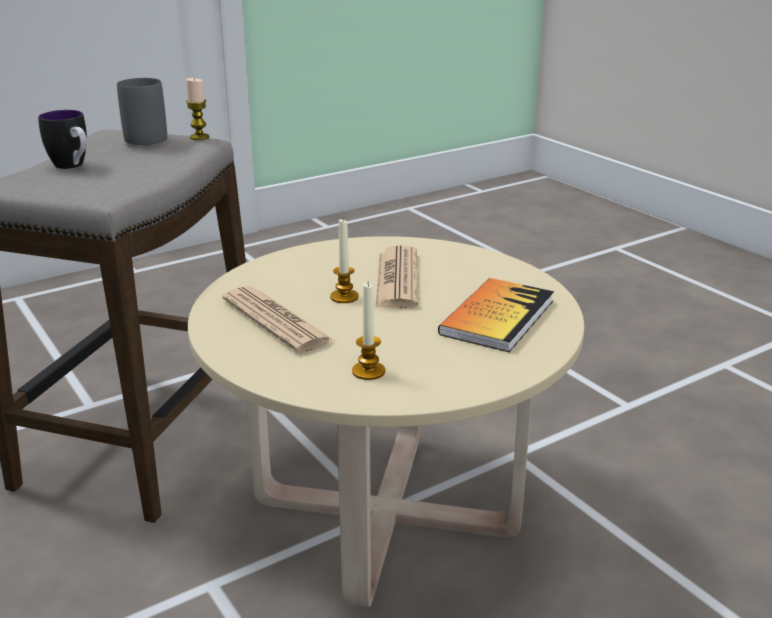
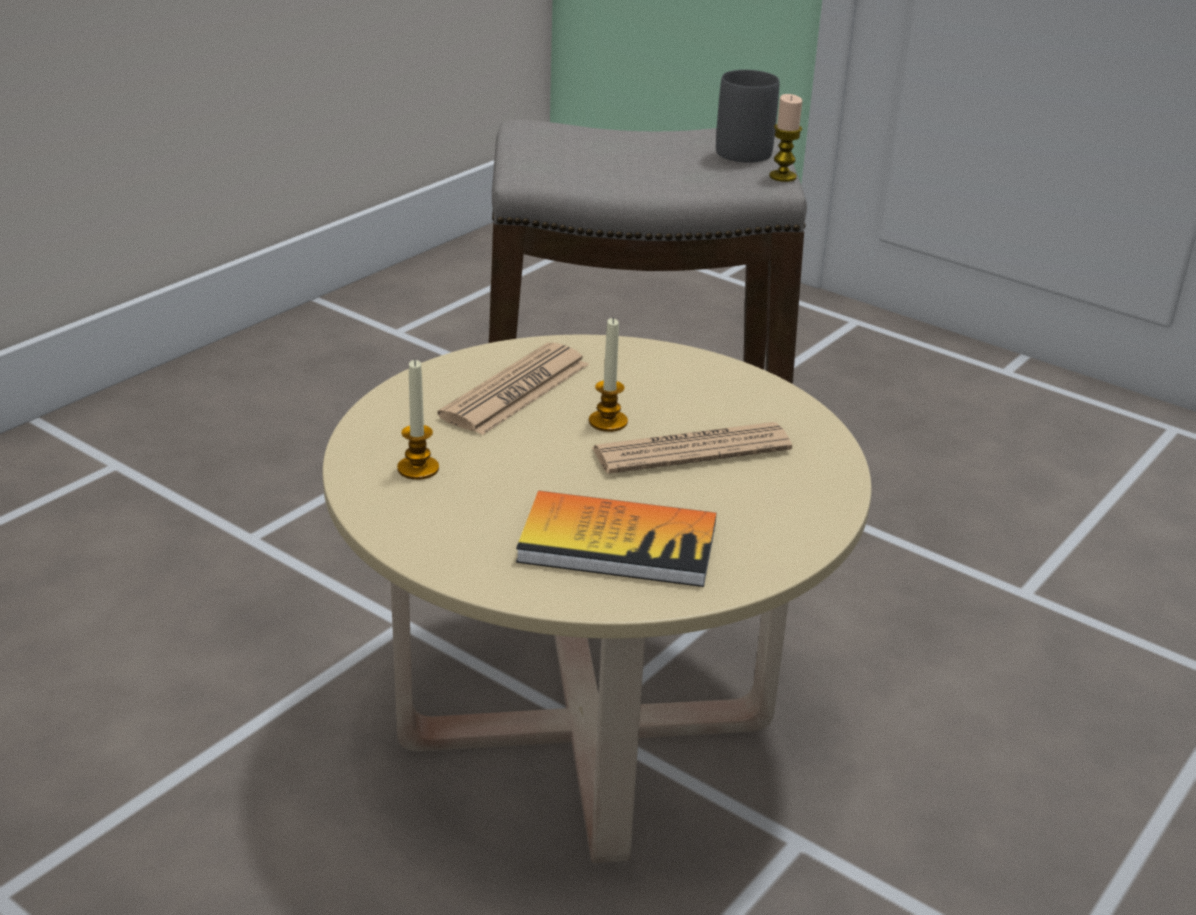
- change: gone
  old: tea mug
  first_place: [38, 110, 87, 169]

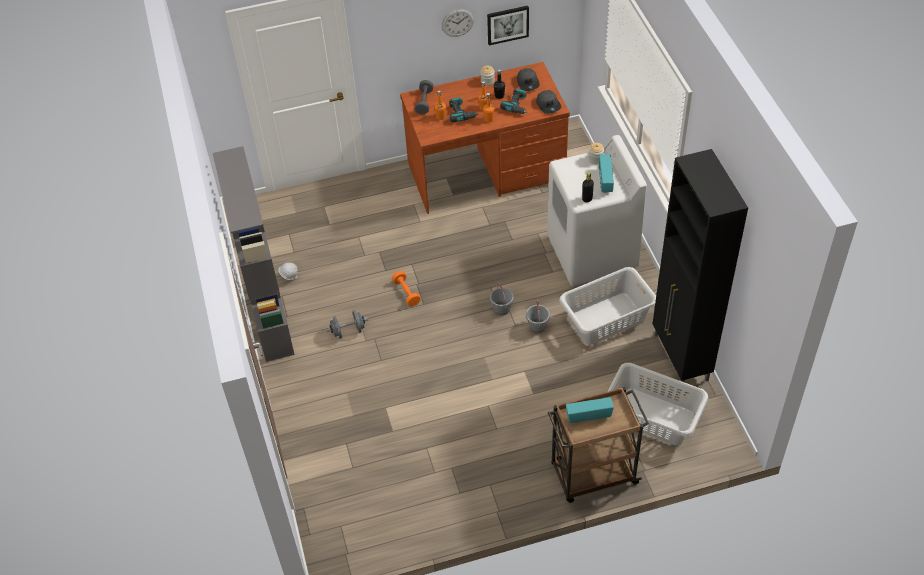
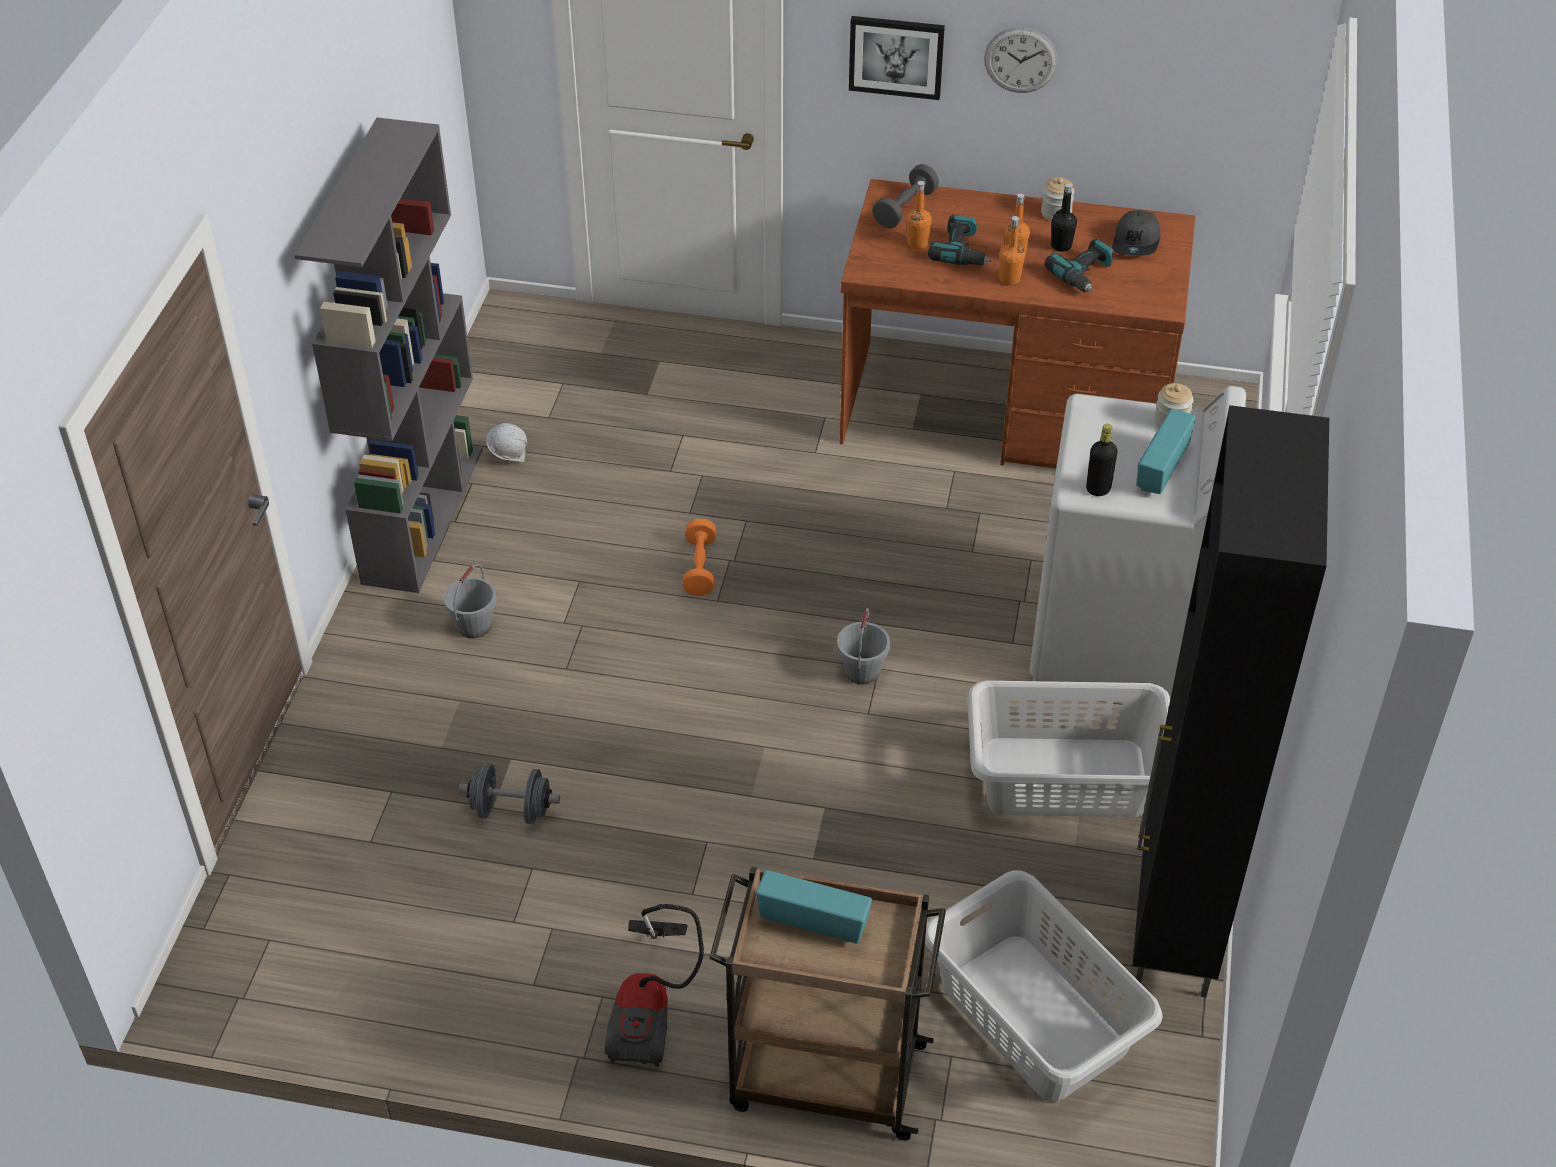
- change: shifted
  old: grey pail
  first_place: [526, 299, 550, 333]
  second_place: [443, 564, 497, 638]
- change: shifted
  old: grey hand weight
  first_place: [326, 310, 368, 339]
  second_place: [459, 764, 560, 824]
- change: new
  new: vacuum cleaner
  second_place: [604, 904, 704, 1067]
- change: shifted
  old: wall art
  first_place: [487, 6, 529, 45]
  second_place: [849, 16, 945, 100]
- change: gone
  old: grey cap
  first_place: [536, 90, 561, 114]

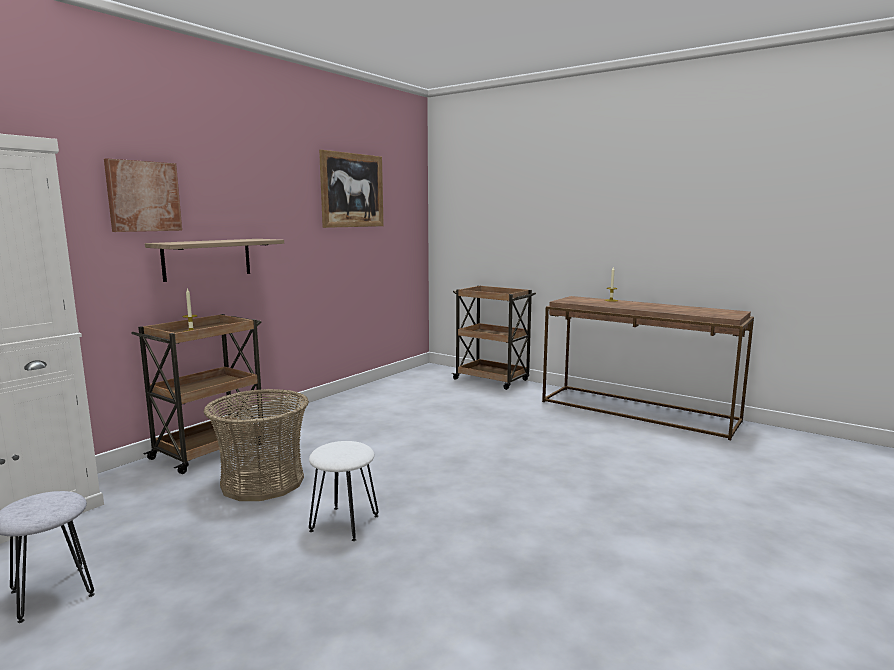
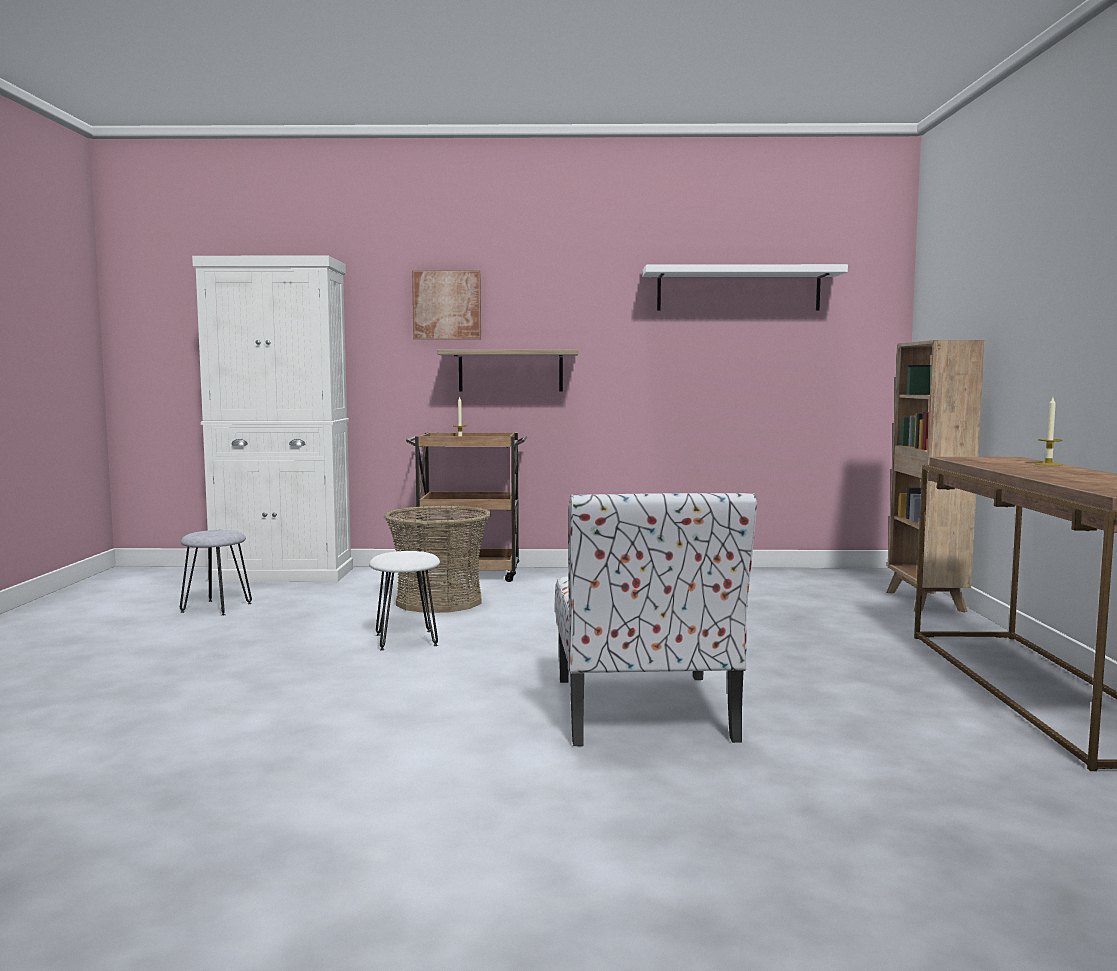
- change: new
  new: upright chair
  second_place: [555, 493, 757, 746]
- change: swapped
  old: wall art
  new: white-coloured shelf
  first_place: [319, 150, 384, 228]
  second_place: [642, 264, 848, 311]
- change: swapped
  old: brown cart
  new: brown bookshelf
  first_place: [451, 285, 536, 390]
  second_place: [886, 340, 985, 612]

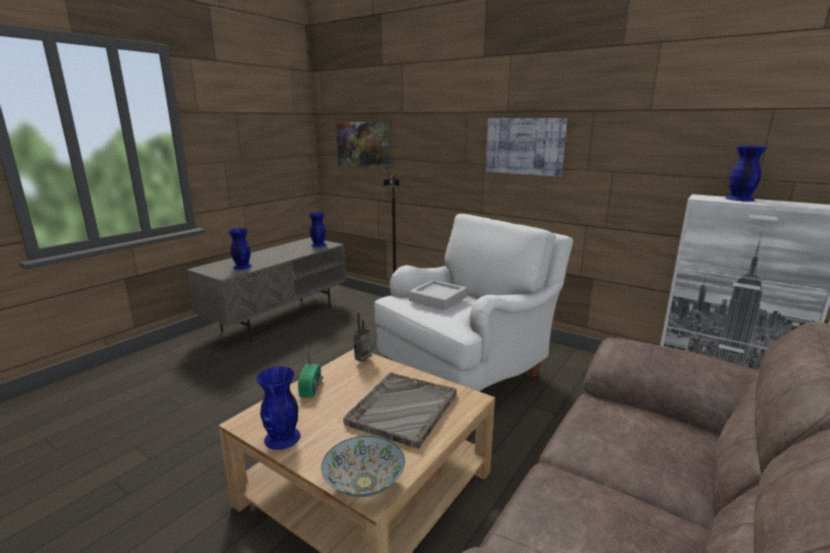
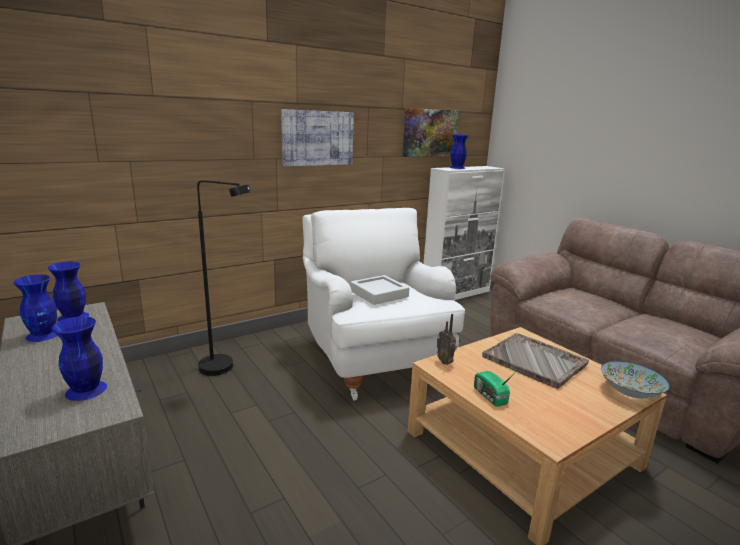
- change: shifted
  old: blue flower vase
  first_place: [257, 367, 301, 450]
  second_place: [13, 274, 58, 342]
- change: shifted
  old: wall art
  first_place: [336, 122, 389, 169]
  second_place: [402, 108, 459, 157]
- change: rotated
  old: radio receiver
  first_place: [298, 347, 323, 397]
  second_place: [474, 371, 516, 407]
  degrees: -135

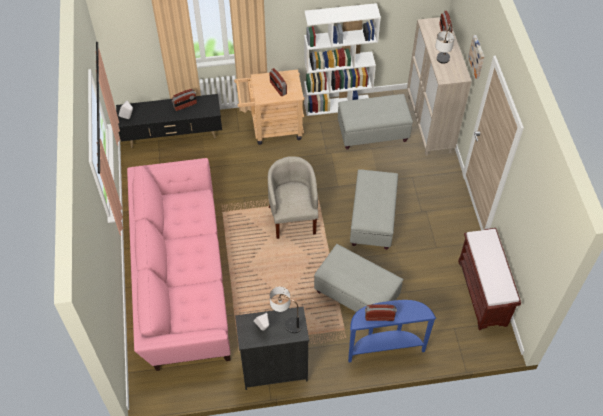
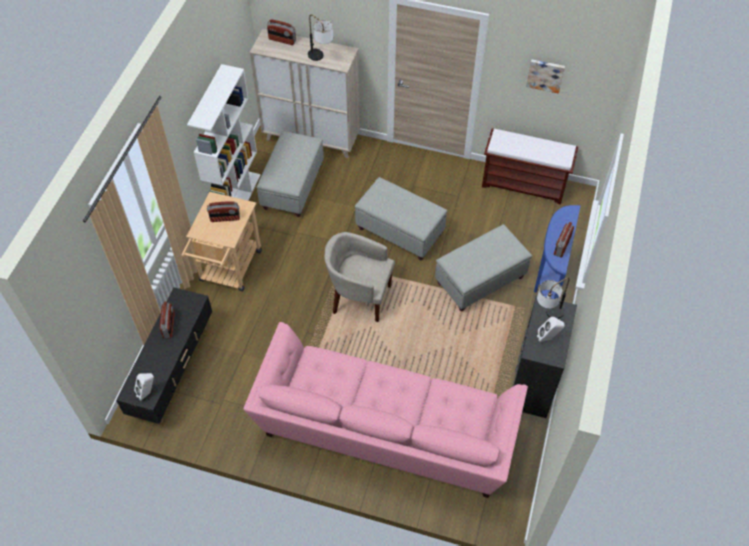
- change: shifted
  old: wall art
  first_place: [468, 35, 484, 79]
  second_place: [526, 59, 565, 94]

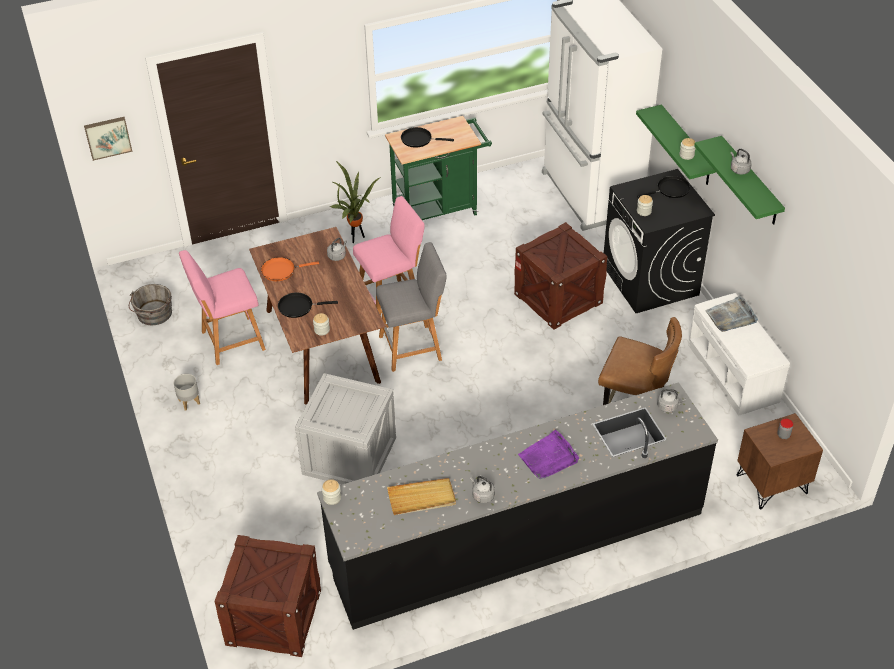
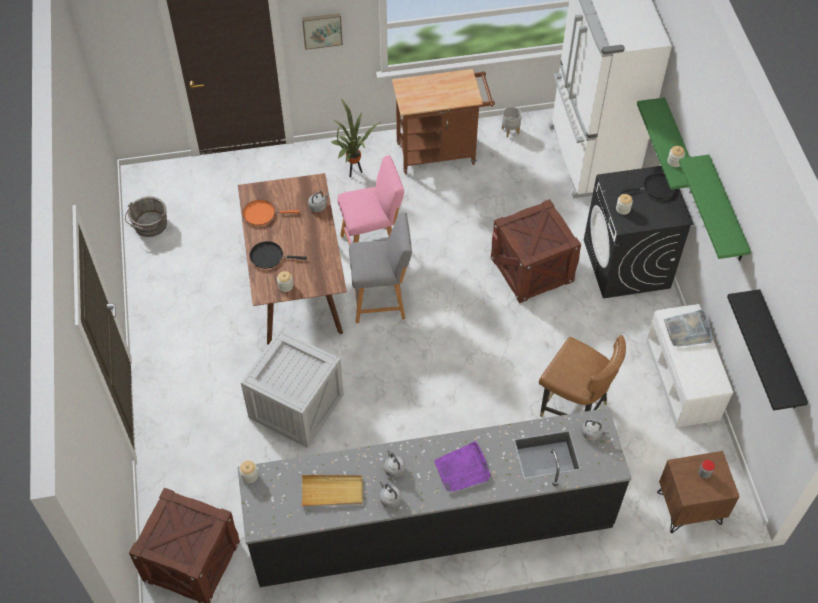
- change: shifted
  old: wall art
  first_place: [84, 117, 132, 161]
  second_place: [302, 13, 343, 50]
- change: shifted
  old: grey tea kettle
  first_place: [730, 149, 752, 175]
  second_place: [384, 449, 406, 478]
- change: repainted
  old: greenish cart
  new: brown cart
  first_place: [385, 116, 492, 220]
  second_place: [392, 69, 495, 174]
- change: shifted
  old: grey plant pot
  first_place: [174, 374, 200, 410]
  second_place: [502, 107, 522, 138]
- change: new
  new: black-coloured shelf
  second_place: [727, 289, 808, 411]
- change: gone
  old: pinkish sitting stool
  first_place: [179, 250, 266, 365]
- change: gone
  old: black-coloured pan
  first_place: [401, 127, 454, 148]

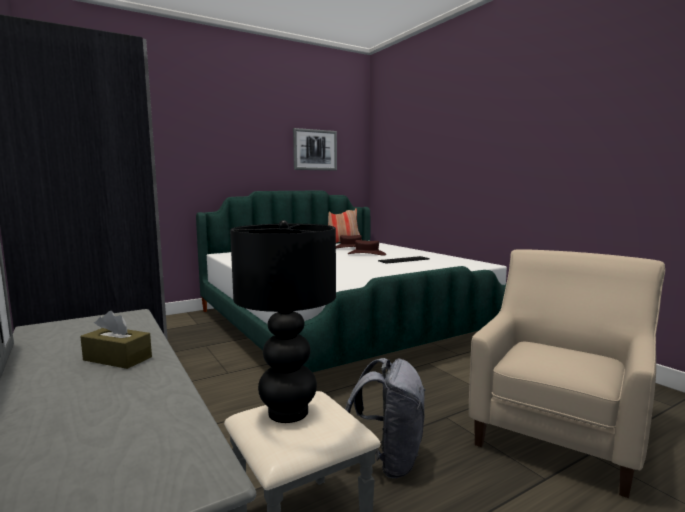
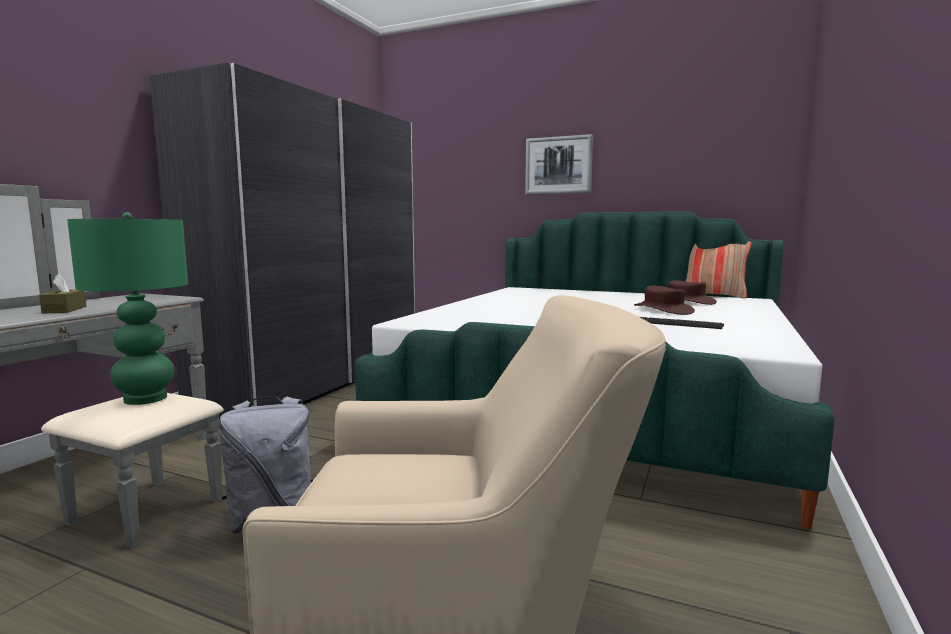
- change: repainted
  old: black-coloured tabletop lamp
  new: greenish tabletop lamp
  first_place: [230, 220, 336, 423]
  second_place: [67, 212, 188, 405]
- change: shifted
  old: wall art
  first_place: [293, 128, 337, 171]
  second_place: [525, 134, 593, 195]

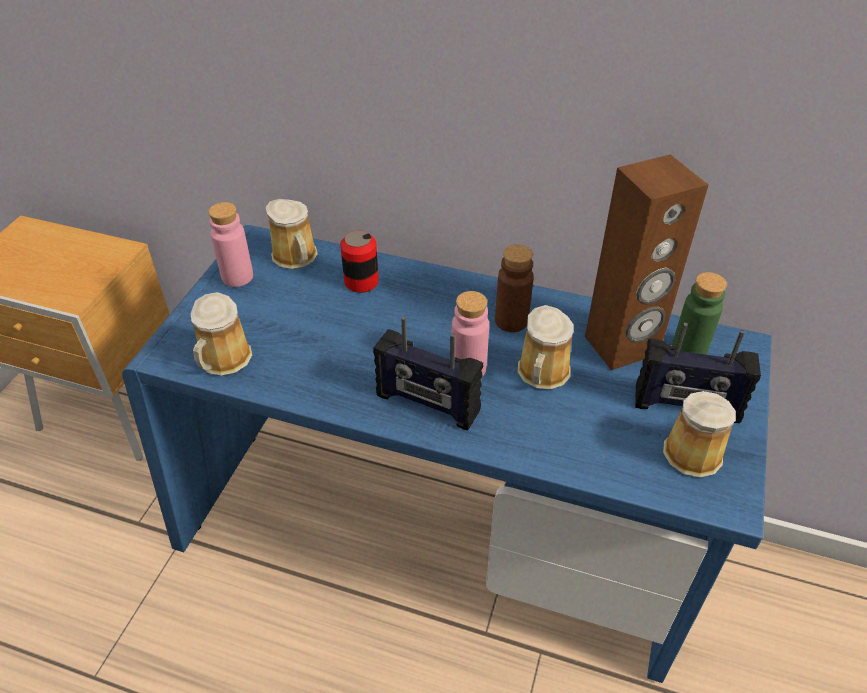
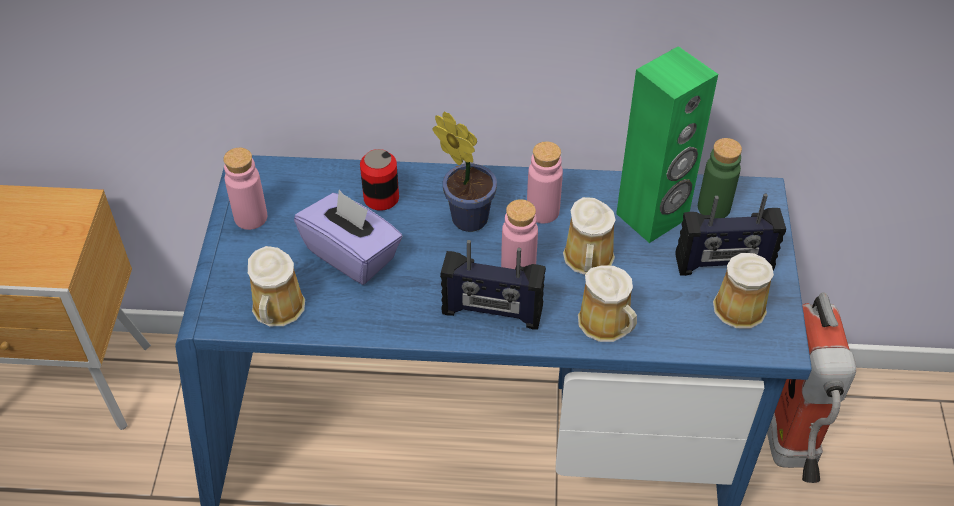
- change: new
  new: purplish tissue holder
  second_place: [294, 190, 402, 285]
- change: new
  new: potted plant
  second_place: [432, 111, 497, 232]
- change: repainted
  old: brown bottle
  new: pinkish bottle
  first_place: [495, 244, 534, 332]
  second_place: [527, 141, 563, 223]
- change: shifted
  old: tea mug
  first_place: [266, 199, 318, 269]
  second_place: [578, 265, 637, 342]
- change: repainted
  old: brown loudspeaker
  new: greenish loudspeaker
  first_place: [585, 154, 708, 370]
  second_place: [616, 46, 718, 243]
- change: new
  new: extinguisher
  second_place: [767, 292, 856, 483]

